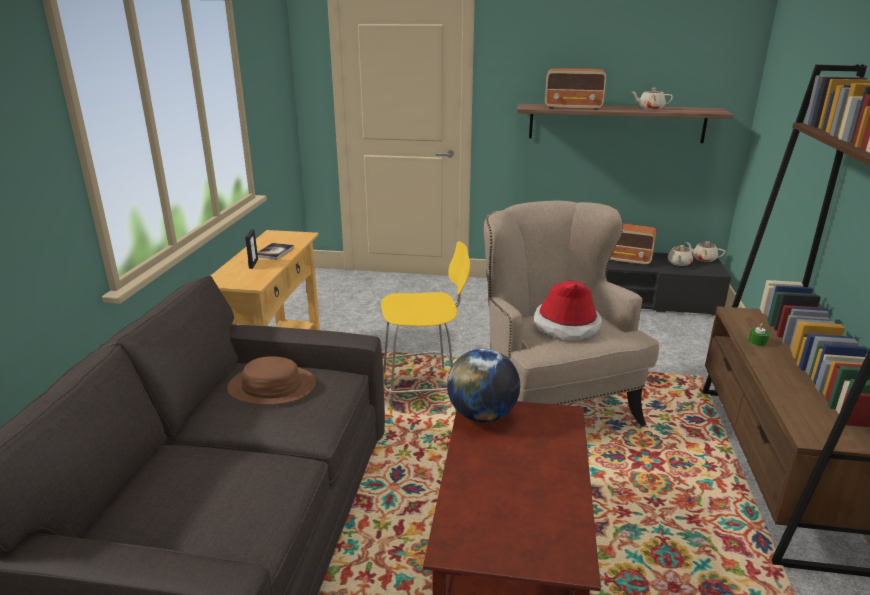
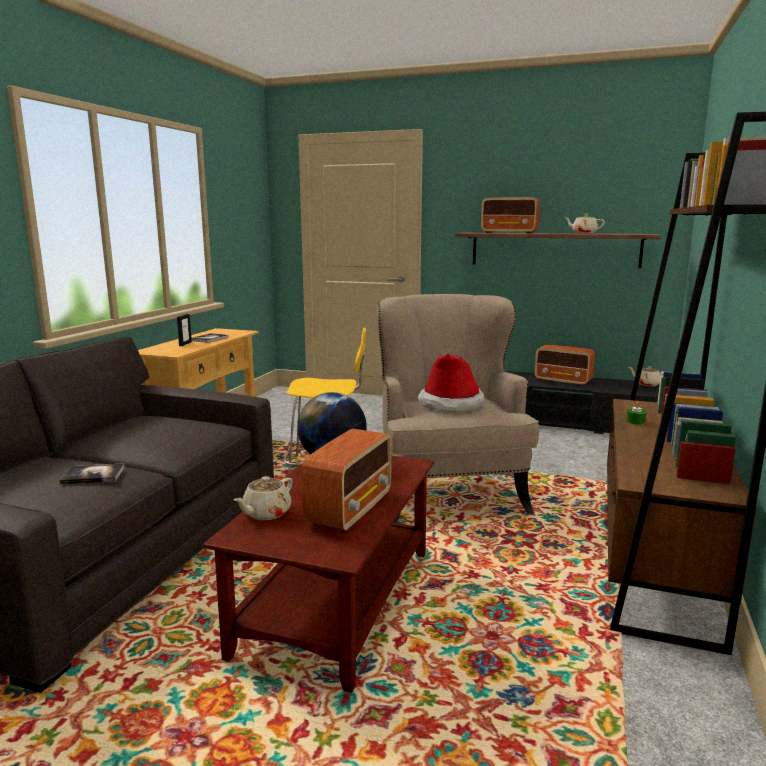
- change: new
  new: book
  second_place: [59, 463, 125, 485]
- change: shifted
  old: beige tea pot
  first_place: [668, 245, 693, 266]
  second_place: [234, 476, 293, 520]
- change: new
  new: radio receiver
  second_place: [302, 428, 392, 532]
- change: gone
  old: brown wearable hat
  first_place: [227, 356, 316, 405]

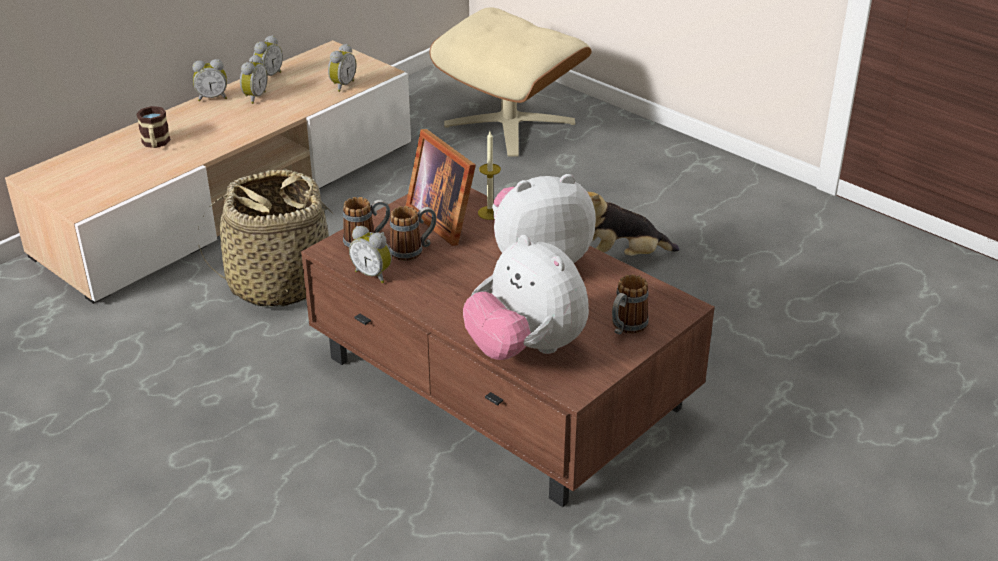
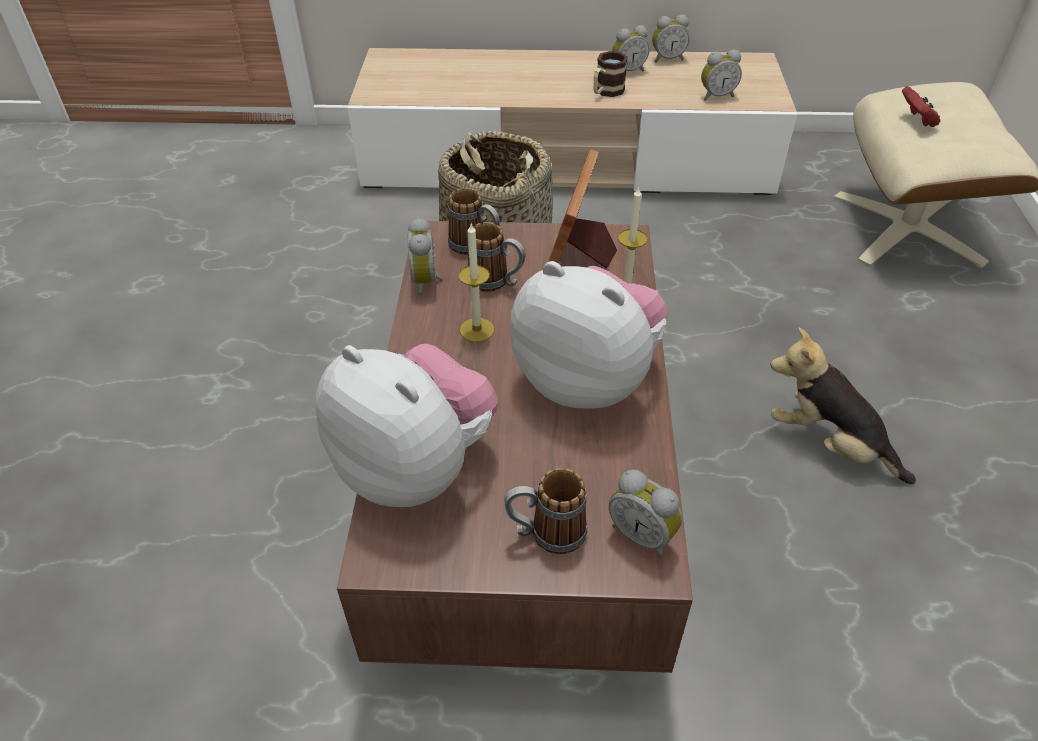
- change: rotated
  old: cuddly toy
  first_place: [463, 235, 589, 360]
  second_place: [315, 344, 498, 507]
  degrees: 120
- change: new
  new: wax light
  second_place: [458, 224, 494, 342]
- change: shifted
  old: tea mug
  first_place: [136, 106, 171, 148]
  second_place: [594, 51, 628, 97]
- change: shifted
  old: bedside clock
  first_place: [193, 59, 227, 101]
  second_place: [609, 469, 682, 558]
- change: new
  new: reddish joypad
  second_place: [902, 86, 941, 127]

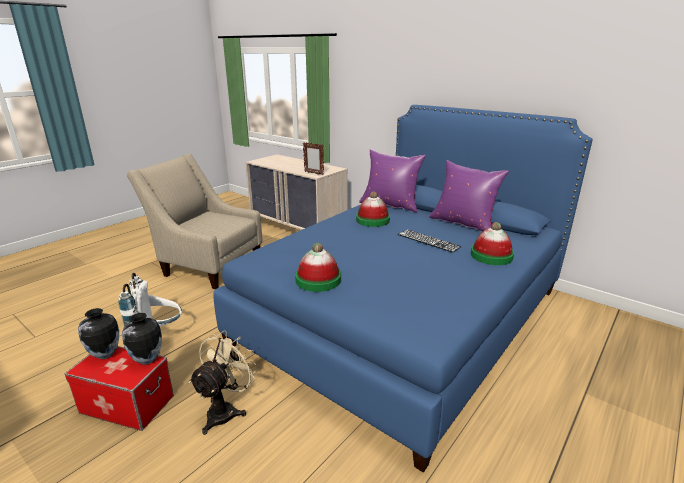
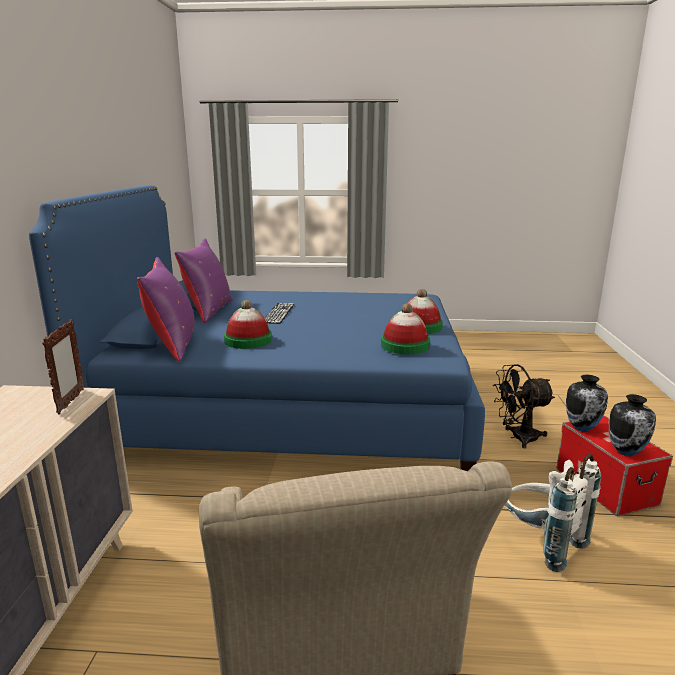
- change: shifted
  old: wearable hat
  first_place: [471, 222, 514, 265]
  second_place: [381, 303, 430, 354]
- change: repainted
  old: beige electric fan
  new: black-coloured electric fan
  first_place: [189, 330, 259, 435]
  second_place: [493, 364, 555, 449]

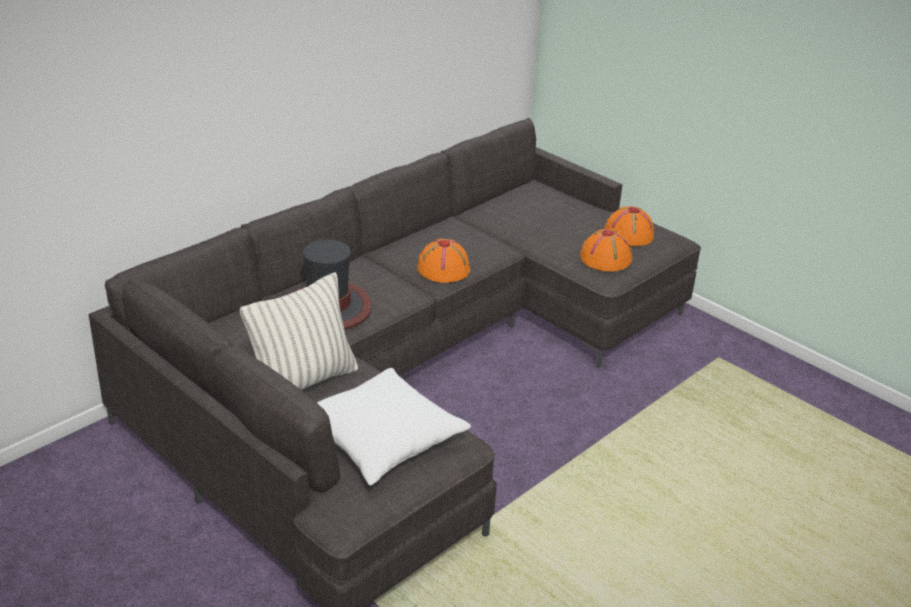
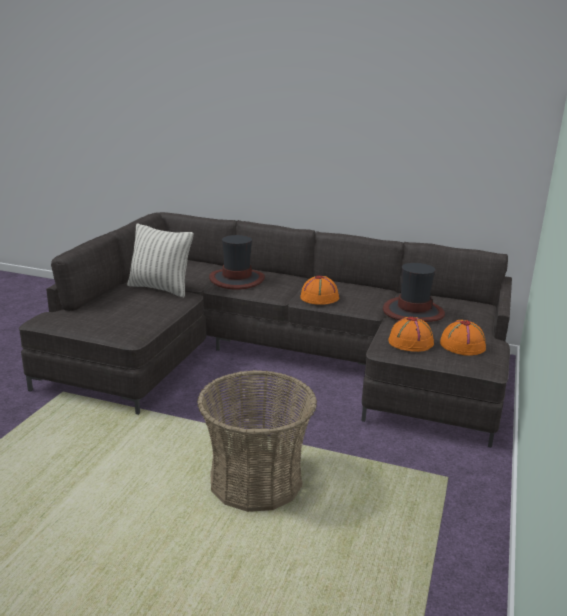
- change: new
  new: storage basket
  second_place: [197, 370, 317, 512]
- change: new
  new: wearable hat
  second_place: [383, 263, 445, 322]
- change: gone
  old: white-coloured pillow
  first_place: [317, 368, 471, 486]

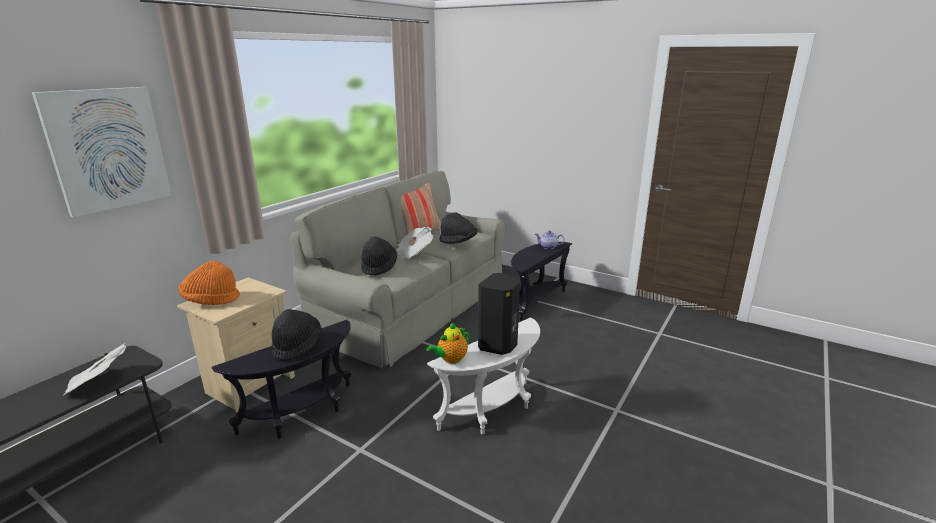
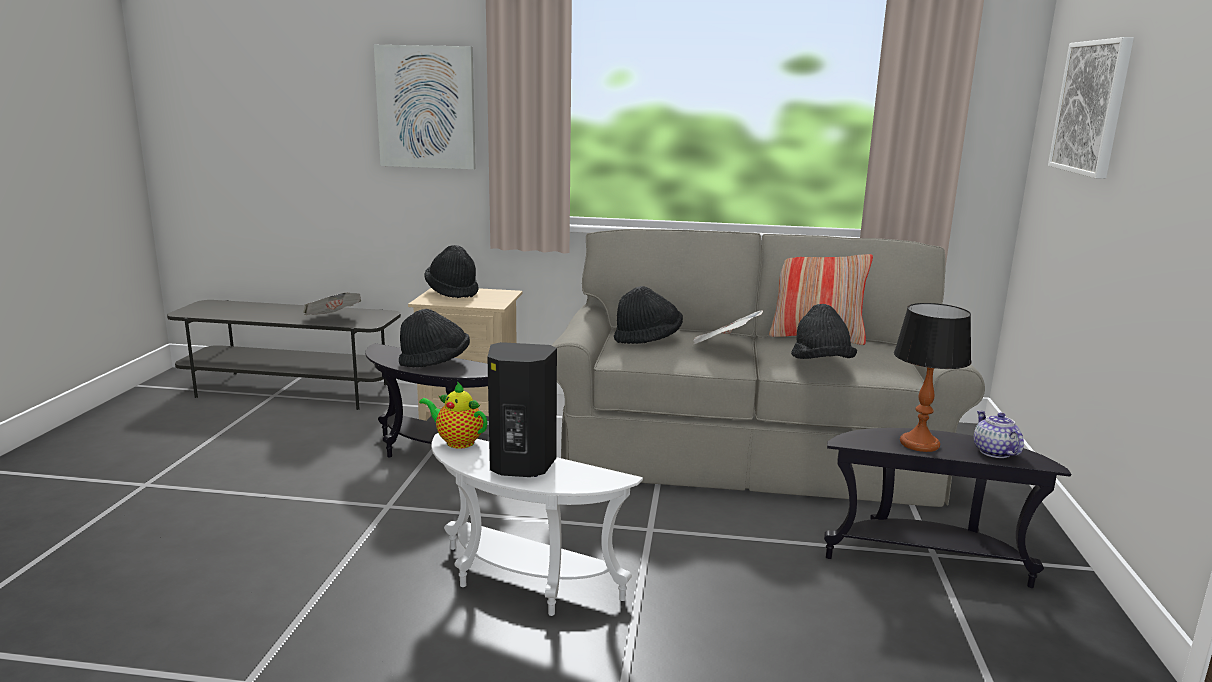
- change: repainted
  old: orangey wearable hat
  new: black-coloured wearable hat
  first_place: [179, 261, 240, 305]
  second_place: [425, 245, 479, 298]
- change: new
  new: tabletop lamp
  second_place: [894, 303, 972, 452]
- change: new
  new: wall art
  second_place: [1048, 37, 1134, 179]

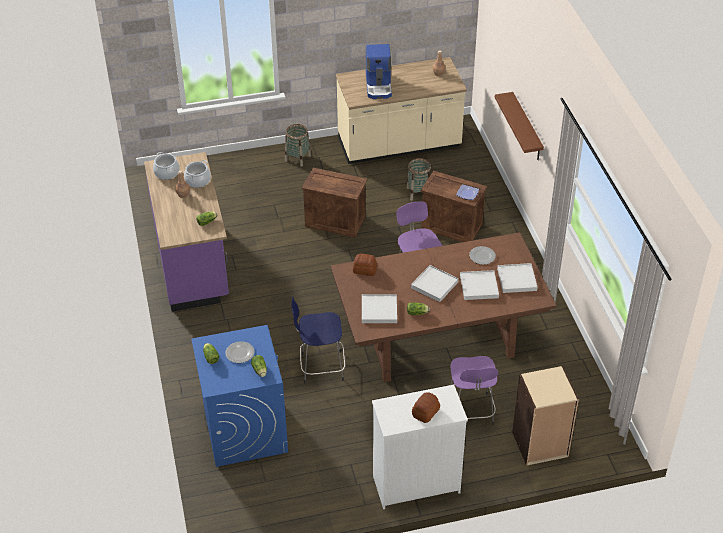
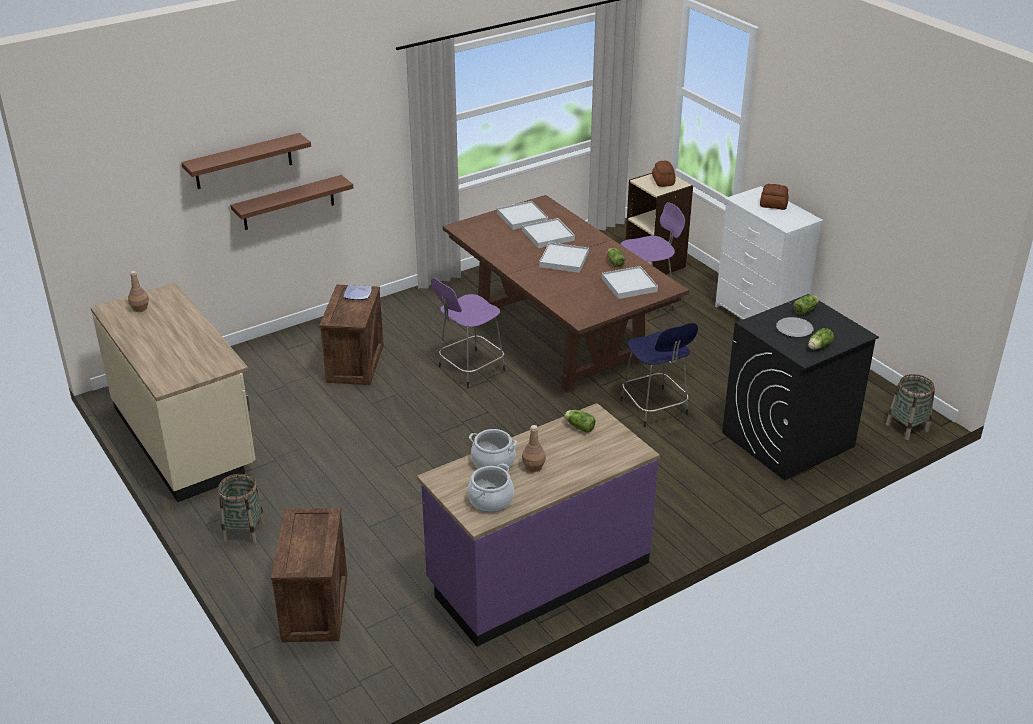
- change: new
  new: brown shelf
  second_place: [181, 133, 311, 189]
- change: shifted
  old: shipping crate
  first_place: [302, 168, 367, 238]
  second_place: [271, 508, 347, 642]
- change: shifted
  old: bread
  first_place: [353, 254, 377, 276]
  second_place: [652, 161, 676, 187]
- change: repainted
  old: blue laundry appliance
  new: black-coloured laundry appliance
  first_place: [191, 325, 288, 467]
  second_place: [722, 294, 879, 481]
- change: shifted
  old: storage basket
  first_place: [407, 158, 431, 201]
  second_place: [886, 374, 935, 440]
- change: gone
  old: coffee maker
  first_place: [366, 44, 392, 99]
- change: gone
  old: flat dish
  first_place: [469, 246, 496, 265]

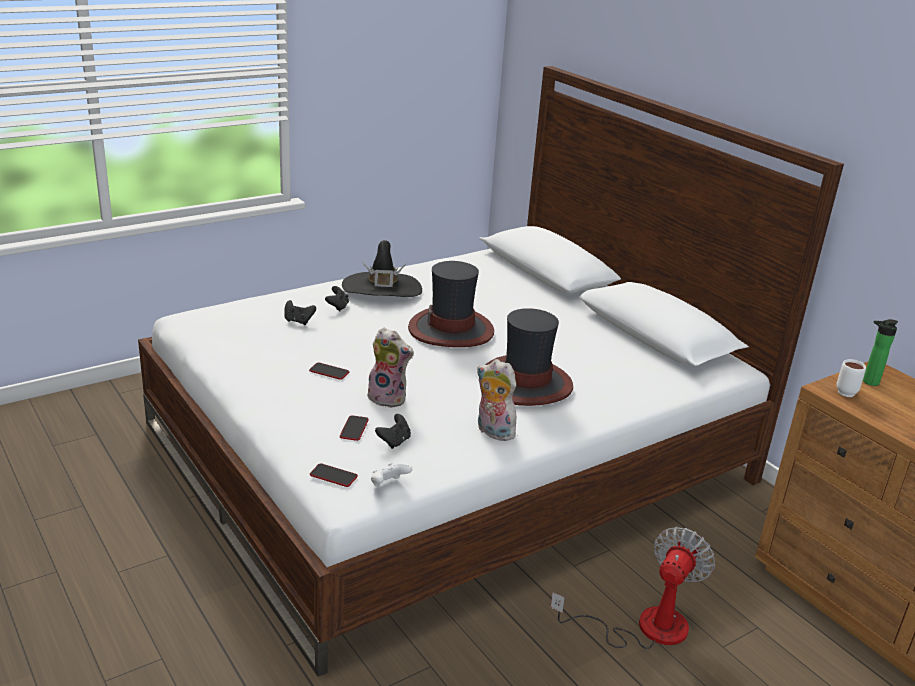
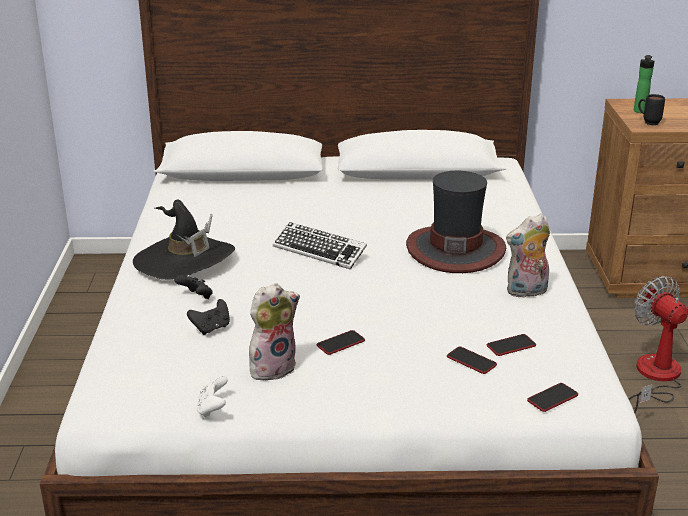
- change: shifted
  old: white-coloured joypad
  first_place: [371, 463, 412, 486]
  second_place: [197, 375, 228, 418]
- change: shifted
  old: cuddly toy
  first_place: [367, 328, 414, 408]
  second_place: [249, 283, 300, 381]
- change: swapped
  old: wearable hat
  new: computer keyboard
  first_place: [408, 261, 494, 347]
  second_place: [273, 222, 367, 270]
- change: swapped
  old: black-coloured joypad
  new: phone
  first_place: [375, 414, 411, 449]
  second_place: [487, 334, 536, 356]
- change: repainted
  old: white-coloured tea mug
  new: black-coloured tea mug
  first_place: [836, 359, 866, 397]
  second_place: [638, 94, 665, 125]

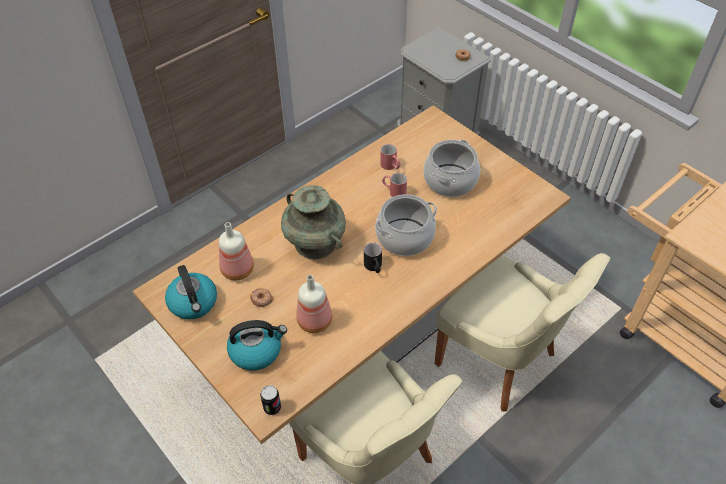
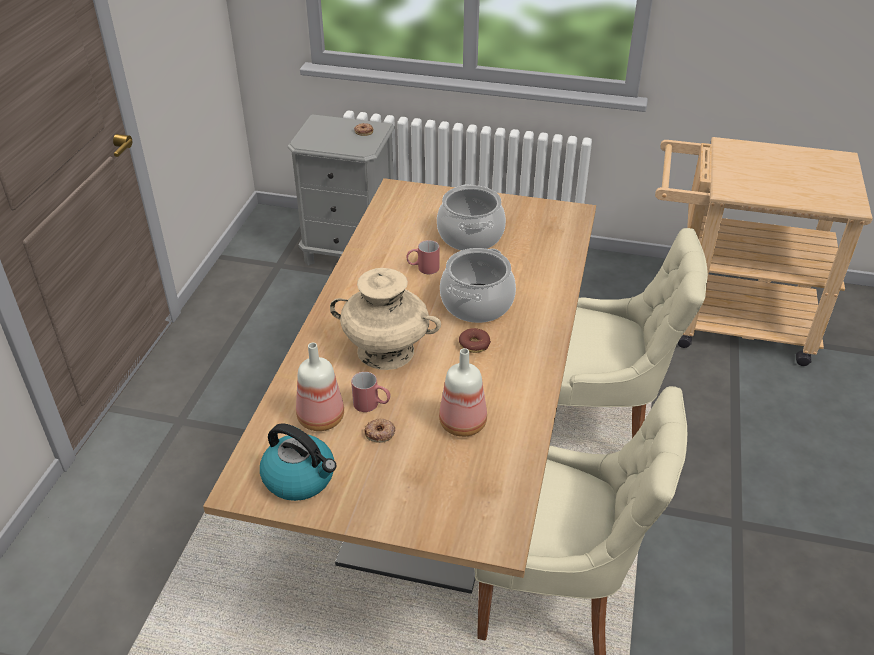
- change: repainted
  old: turquoise-coloured flower vase
  new: beige flower vase
  first_place: [281, 185, 346, 259]
  second_place: [330, 268, 441, 370]
- change: shifted
  old: reddish tea mug
  first_place: [380, 144, 401, 170]
  second_place: [351, 372, 391, 412]
- change: swapped
  old: black-coloured tea mug
  new: donut
  first_place: [364, 243, 382, 273]
  second_place: [459, 328, 491, 353]
- change: gone
  old: tea kettle
  first_place: [227, 320, 287, 371]
- change: gone
  old: metal can
  first_place: [260, 385, 281, 415]

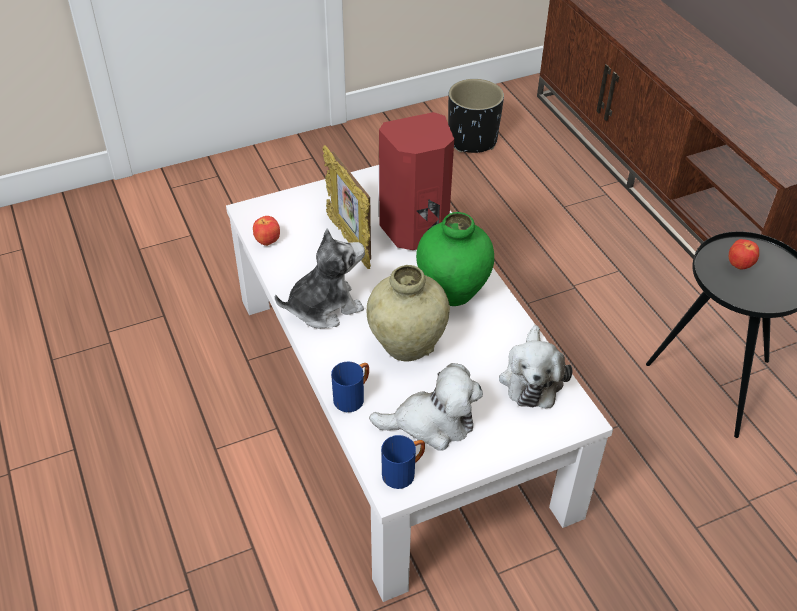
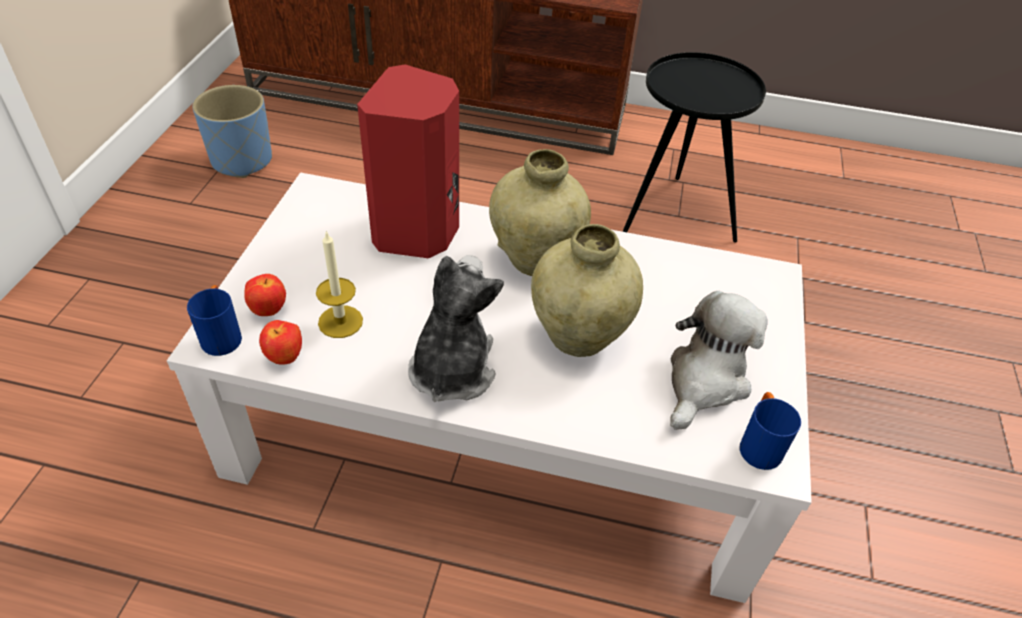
- change: shifted
  old: blue tea mug
  first_place: [331, 361, 369, 412]
  second_place: [187, 285, 242, 356]
- change: repainted
  old: black-coloured plant pot
  new: blue plant pot
  first_place: [448, 79, 504, 153]
  second_place: [192, 85, 272, 178]
- change: shifted
  old: whole apple
  first_place: [729, 239, 759, 269]
  second_place: [244, 274, 286, 316]
- change: new
  new: wax light
  second_place: [316, 231, 363, 338]
- change: repainted
  old: greenish flower vase
  new: beige flower vase
  first_place: [416, 212, 494, 306]
  second_place: [489, 149, 591, 276]
- change: gone
  old: picture frame
  first_place: [323, 145, 371, 269]
- change: gone
  old: cuddly toy
  first_place: [499, 325, 572, 409]

